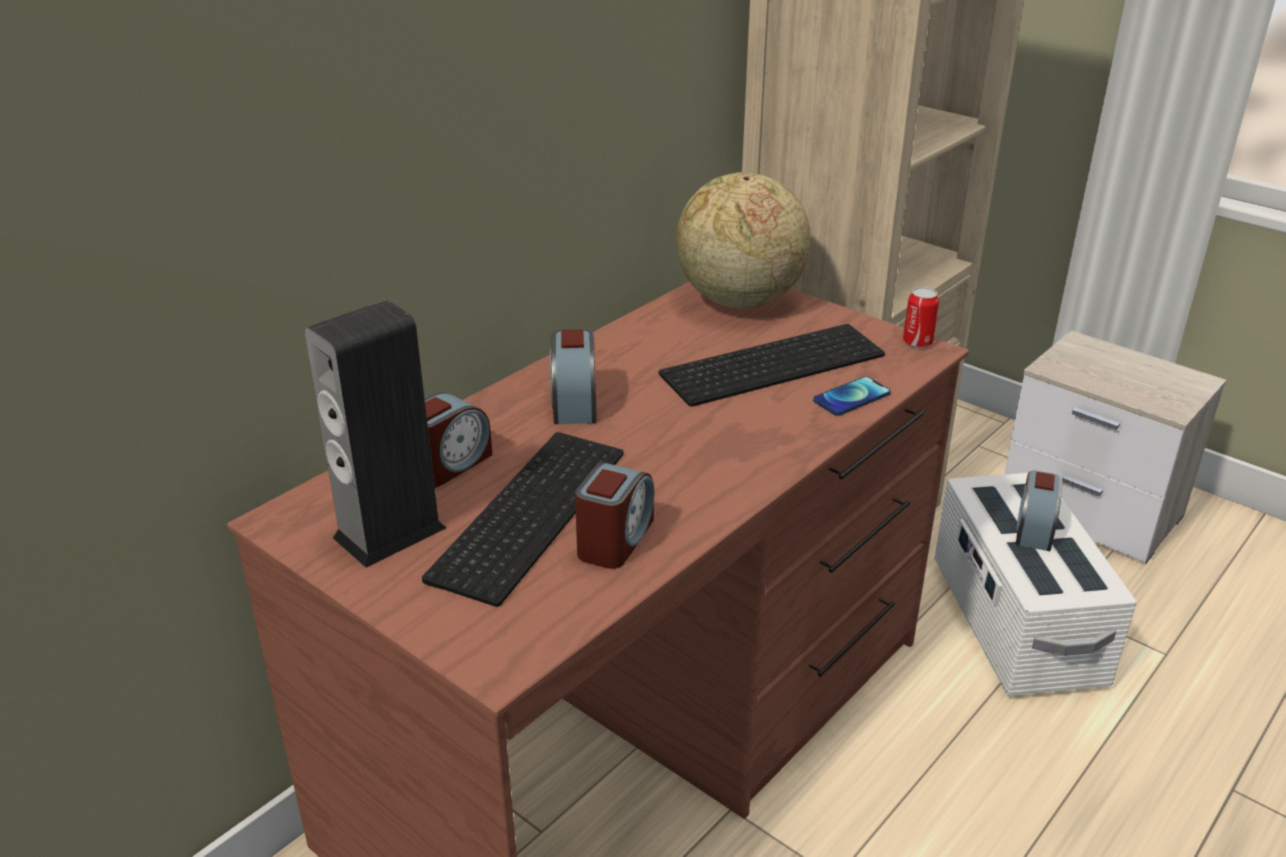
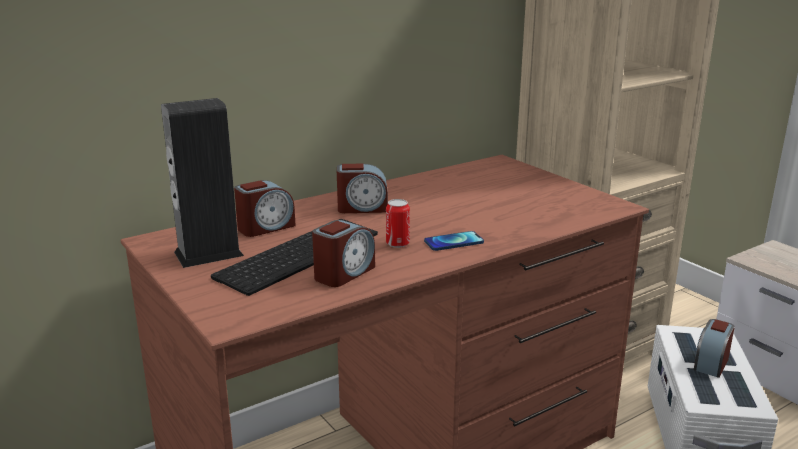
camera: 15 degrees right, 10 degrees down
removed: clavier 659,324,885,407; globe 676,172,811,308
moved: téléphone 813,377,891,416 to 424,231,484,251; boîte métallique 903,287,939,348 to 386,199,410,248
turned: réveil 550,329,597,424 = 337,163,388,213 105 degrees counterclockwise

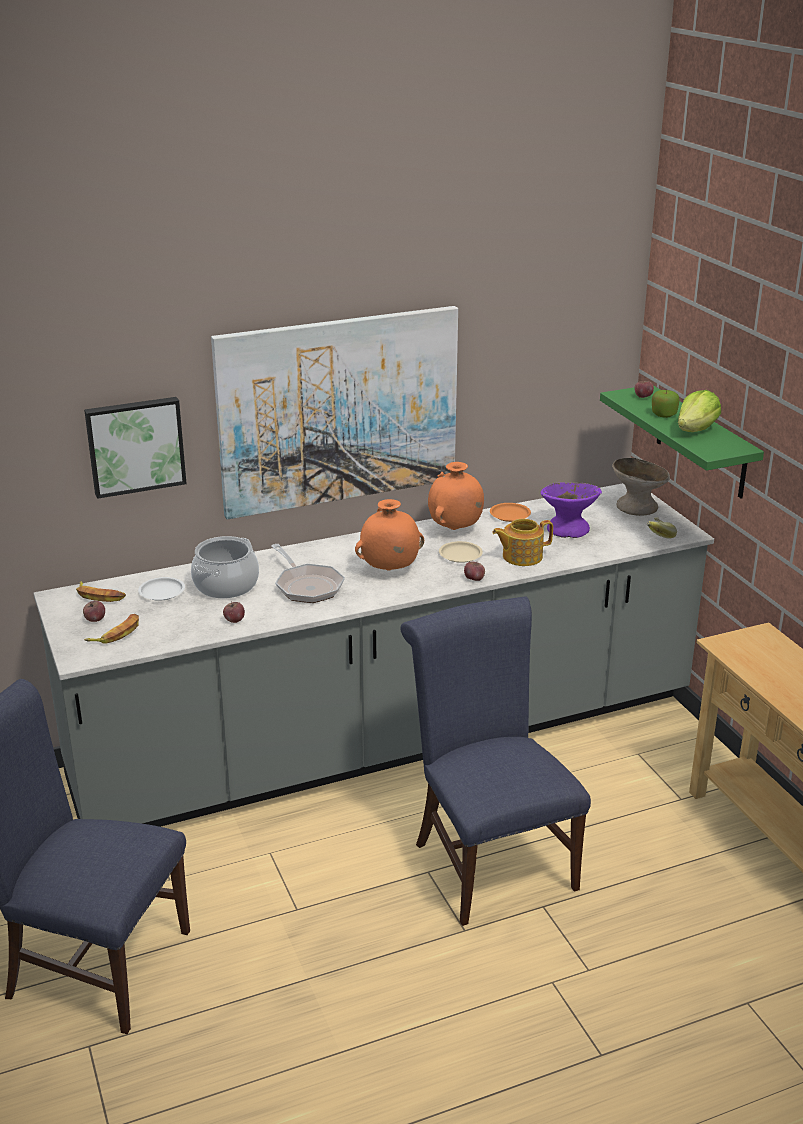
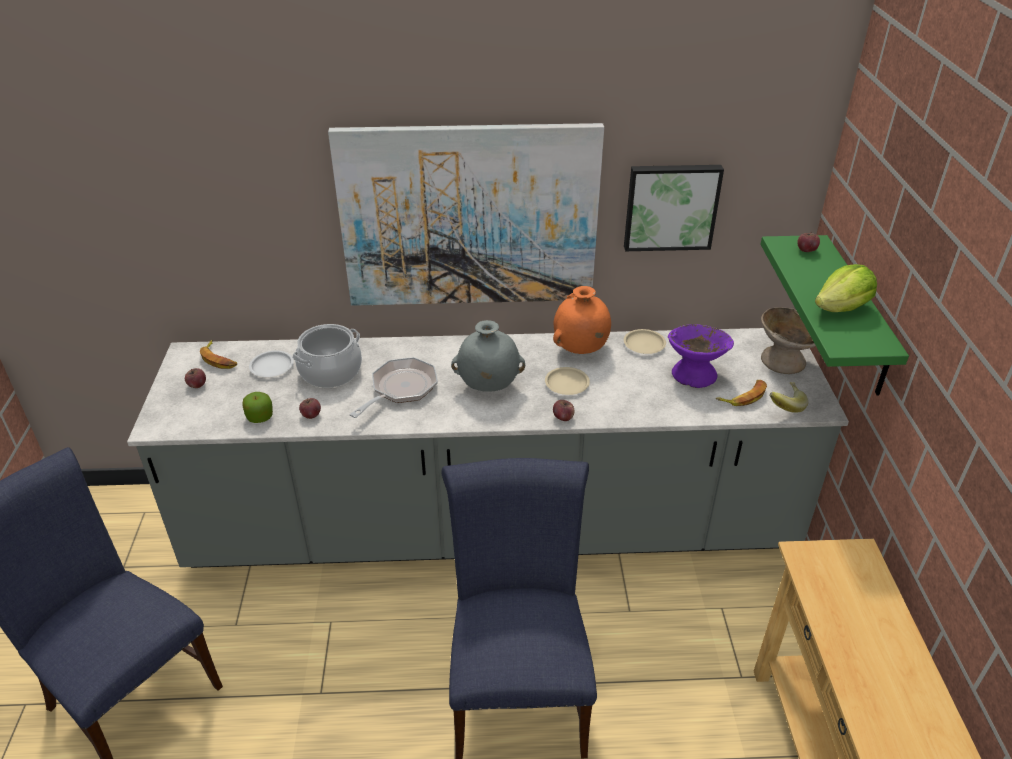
camera: 20 degrees right, 10 degrees up
removed: théière 492,519,553,566
moved: tableau 84,397,187,499 to 624,165,724,251; banane 84,614,139,644 to 716,380,767,406; pomme 652,390,680,418 to 242,392,273,423
recoloured: vase/orange 355,499,424,571 to vase/gris 451,320,525,392; assiette/orange 490,503,531,522 to assiette/beige 624,329,666,354
turned: poêle 271,544,345,603 = 349,357,438,418 135 degrees counterclockwise

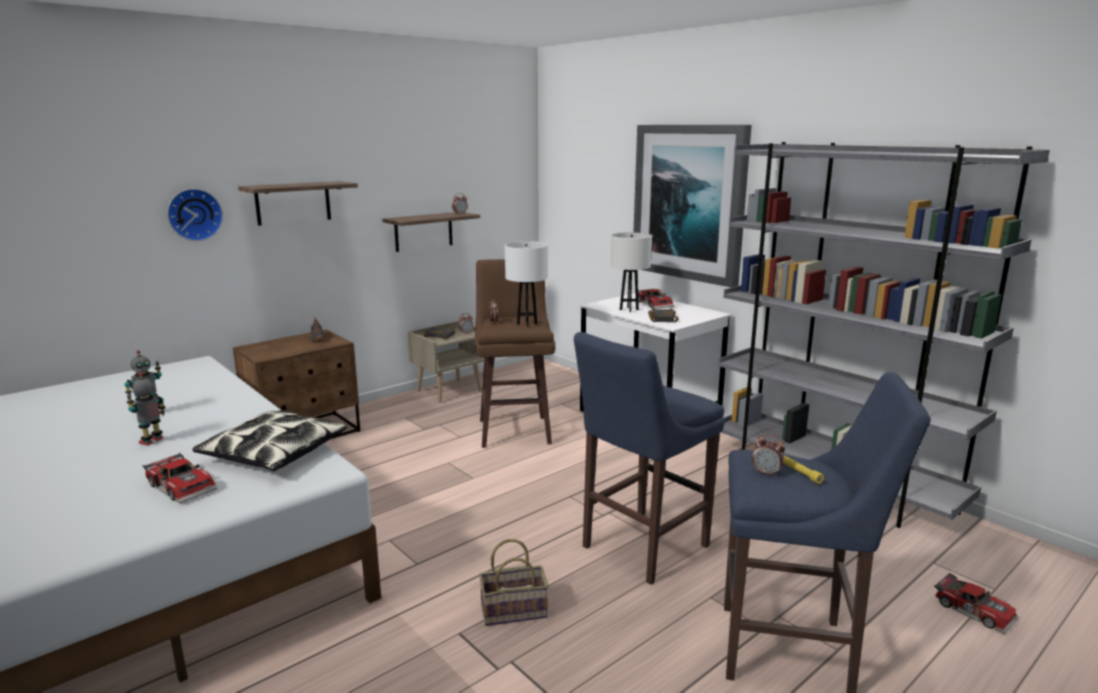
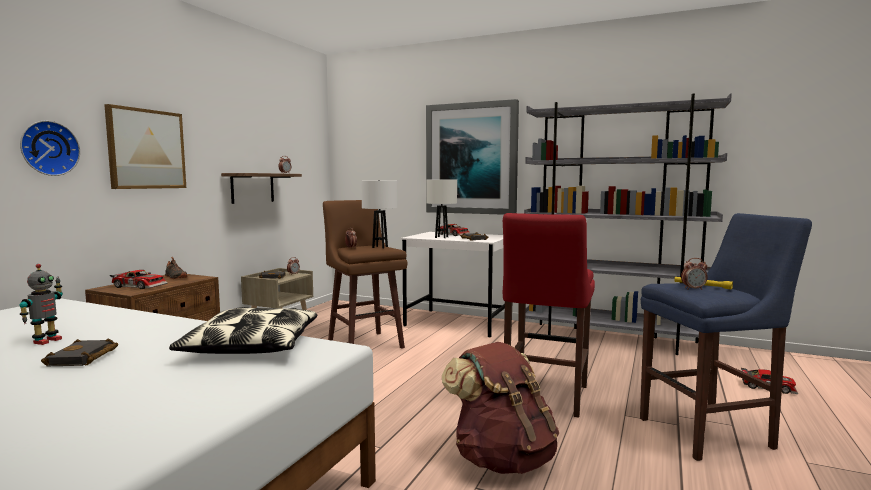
camera: 25 degrees left, 10 degrees down
moved: petite voiture 143,453,217,503 to 110,270,168,289
replaced: robot jouet 127,372,166,446 to livre/noir 41,339,118,366; étagère 238,181,358,226 to tableau 104,104,186,189; panier 479,539,549,626 to sac à dos/marron 442,342,559,474
recoloured: tabouret/bleu 574,332,725,585 to tabouret/rouge 503,213,595,418

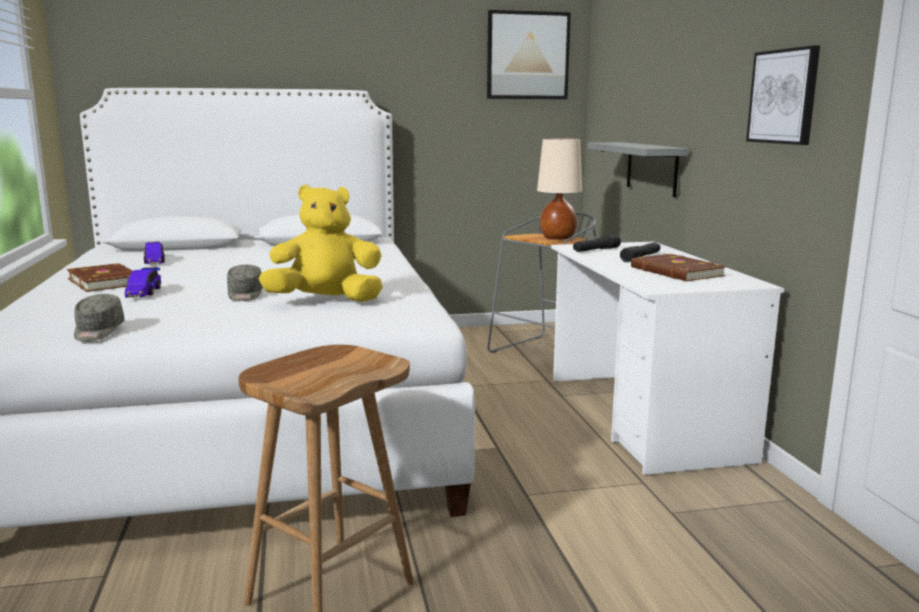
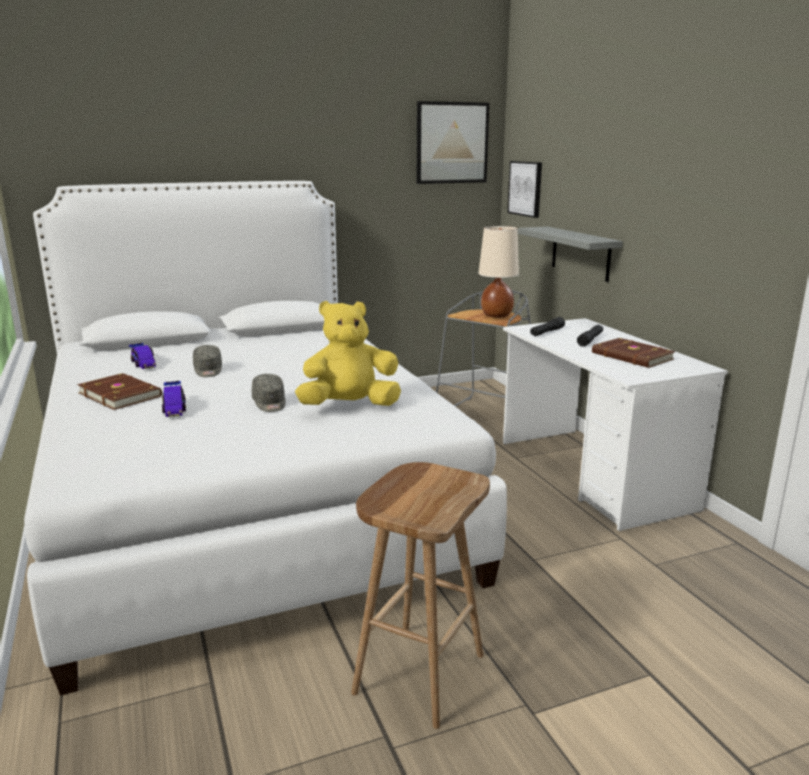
camera: 10 degrees left, 5 degrees up
moved: casquette/gris 74,294,124,341 to 193,345,222,377; tableau 746,45,820,145 to 507,161,542,218

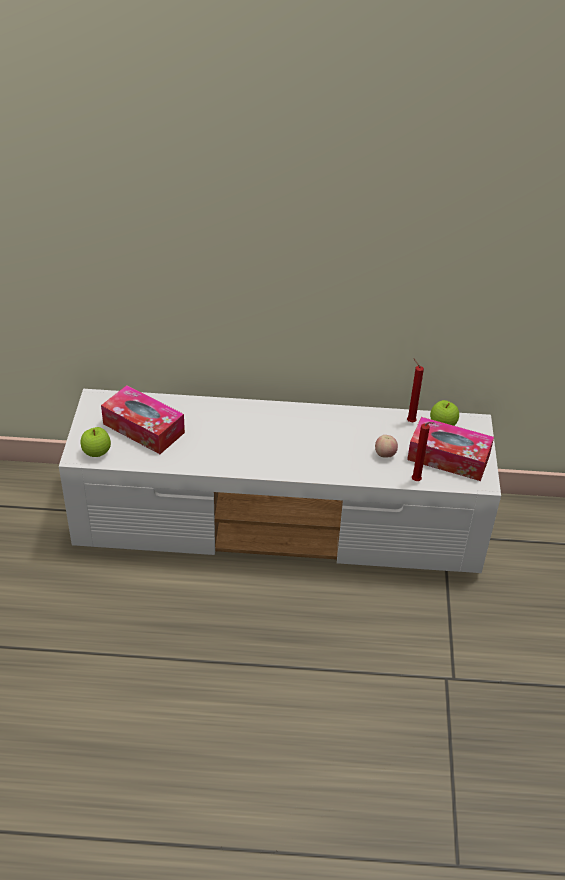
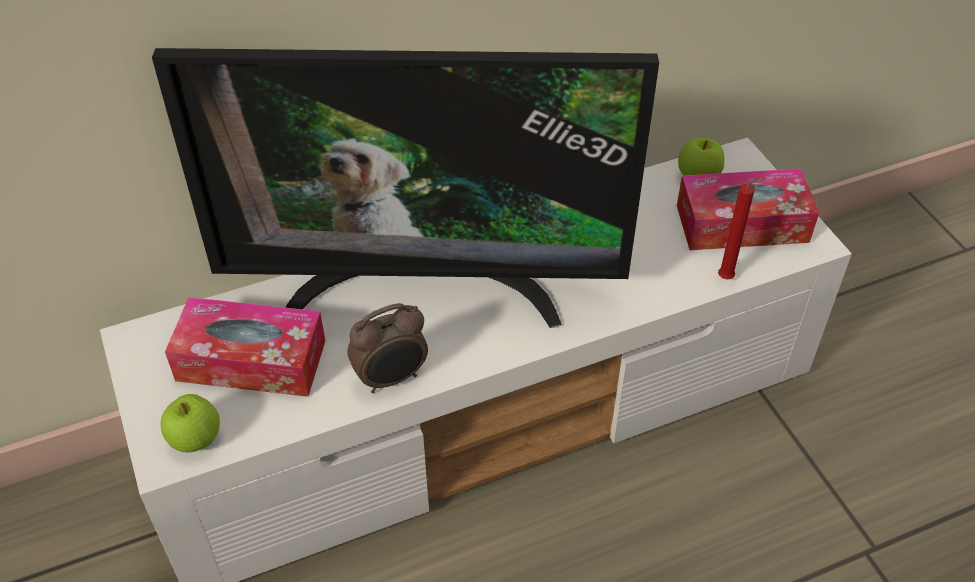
camera: 25 degrees left, 5 degrees up
removed: pomme 375,435,398,458; bougie/rouge 407,359,424,422
added: téléviseur 152,48,659,328; réveil 347,303,428,393

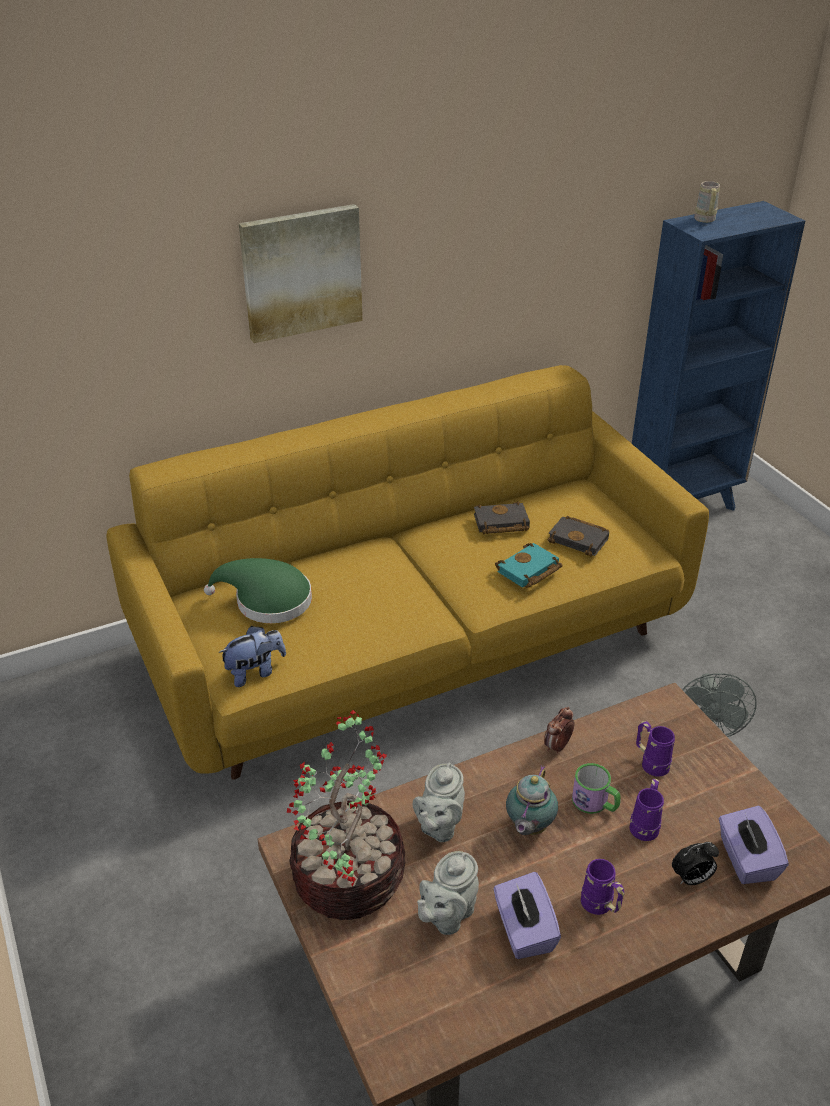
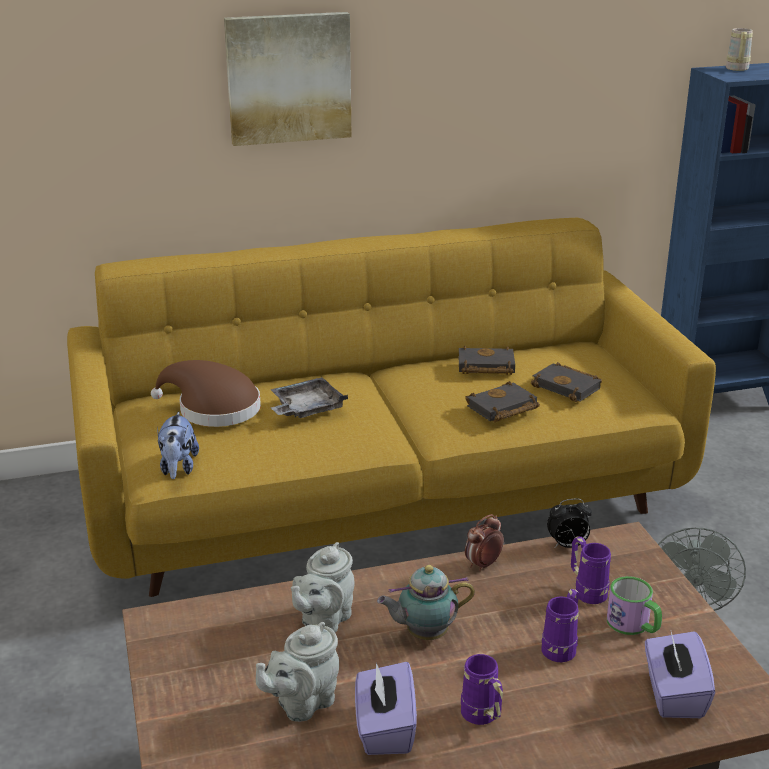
camera: 10 degrees right, 10 degrees down
removed: plante en pot 287,710,405,920
added: plateau/gris 270,377,348,418
moved: mug 572,763,621,814 to 607,576,662,635; réveil 672,842,719,885 to 547,499,592,548
recoloured: chapeau/vert 204,558,312,623 to chapeau/marron 151,360,261,427; livre/turquoise 495,543,562,588 to livre/noir 465,381,540,422
turned: peluche 218,626,286,687 = 157,411,199,479 105 degrees clockwise; théière 506,765,558,835 = 377,565,475,640 45 degrees clockwise

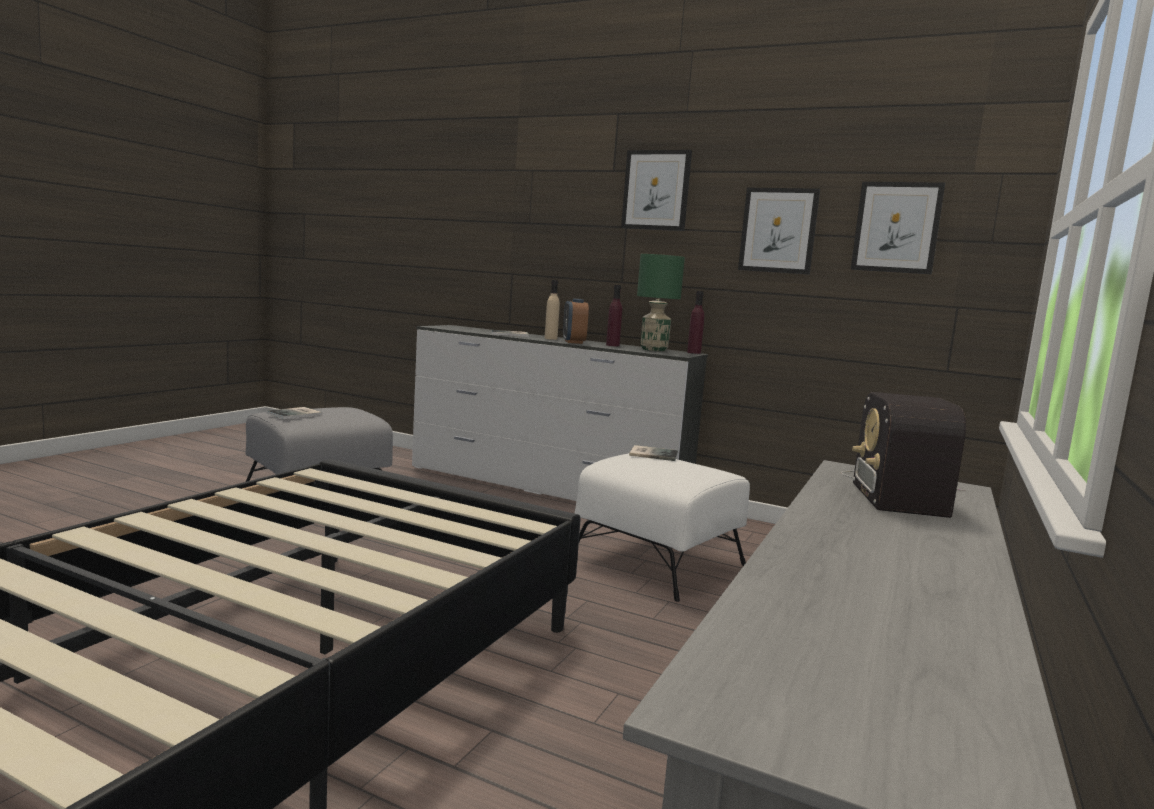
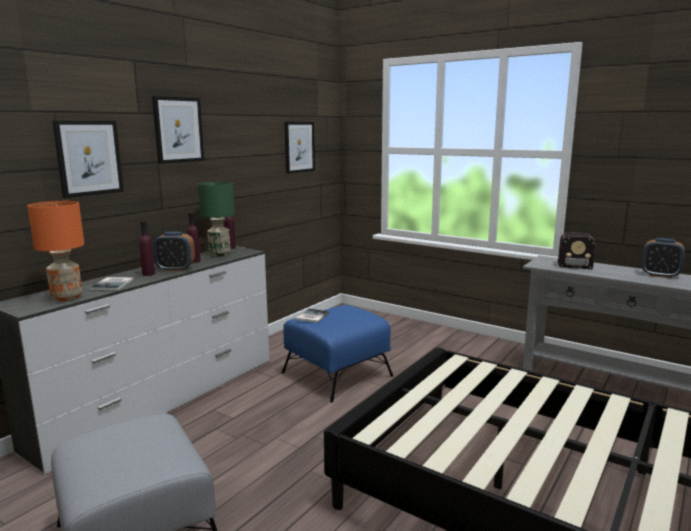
camera: 80 degrees left, 5 degrees up
removed: livre 266,407,322,419
added: lampe de table/orange 27,201,84,301; réveil 641,238,685,278
moved: tableau 738,188,820,274 to 53,121,124,198
recoloured: bouteille/beige 545,280,560,340 to bouteille/violet 139,221,155,276; pouf/blanc 574,453,750,602 to pouf/bleu 282,305,393,403

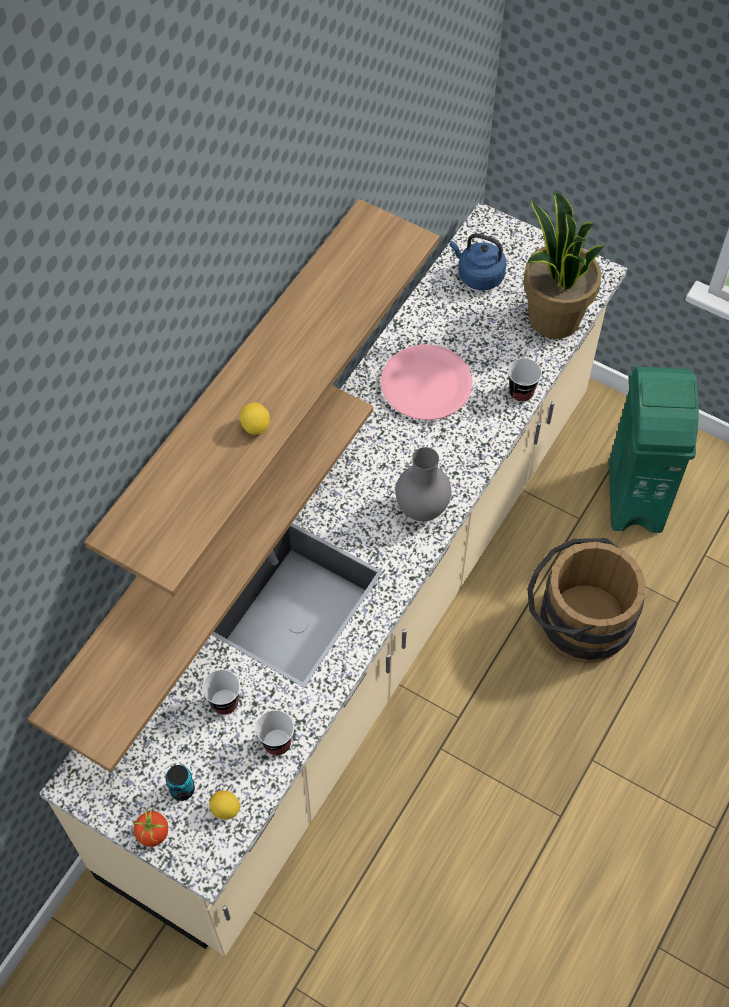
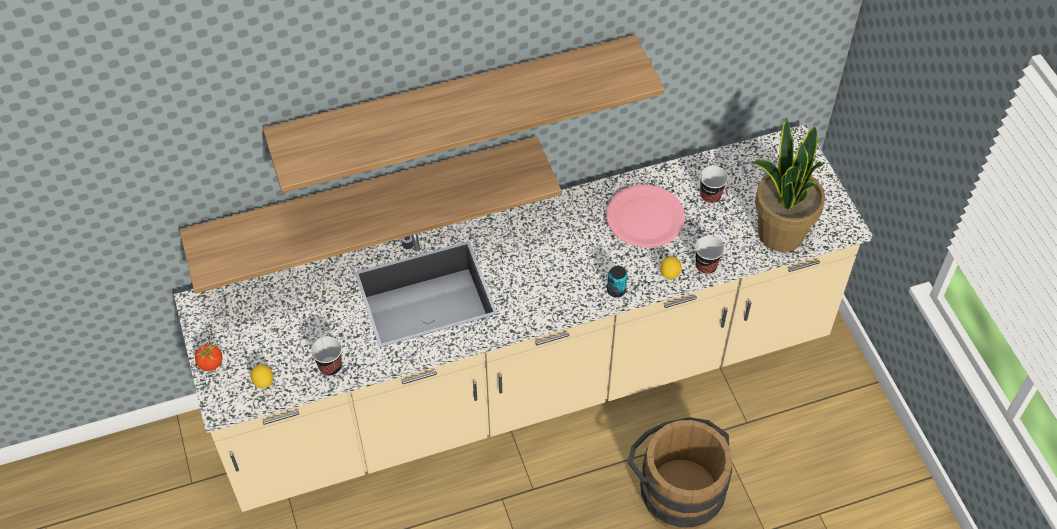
camera: 40 degrees right, 5 degrees down
removed: vase/gris 395,447,451,521; bouilloire/bleu 450,233,507,290; poubelle/vert 609,366,699,533
moved: boîte métallique 166,765,195,801 to 607,266,628,298; tasse 202,669,240,715 to 700,166,728,204; citron 240,402,270,435 to 660,257,682,280

